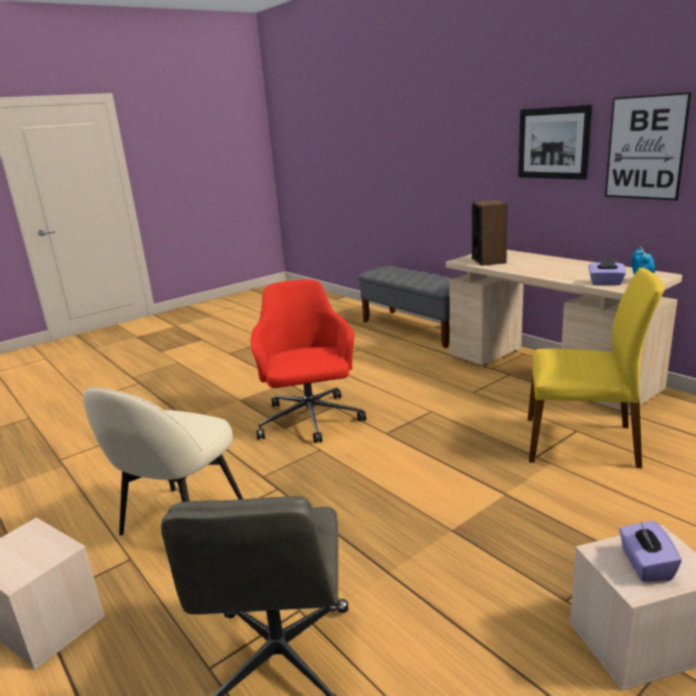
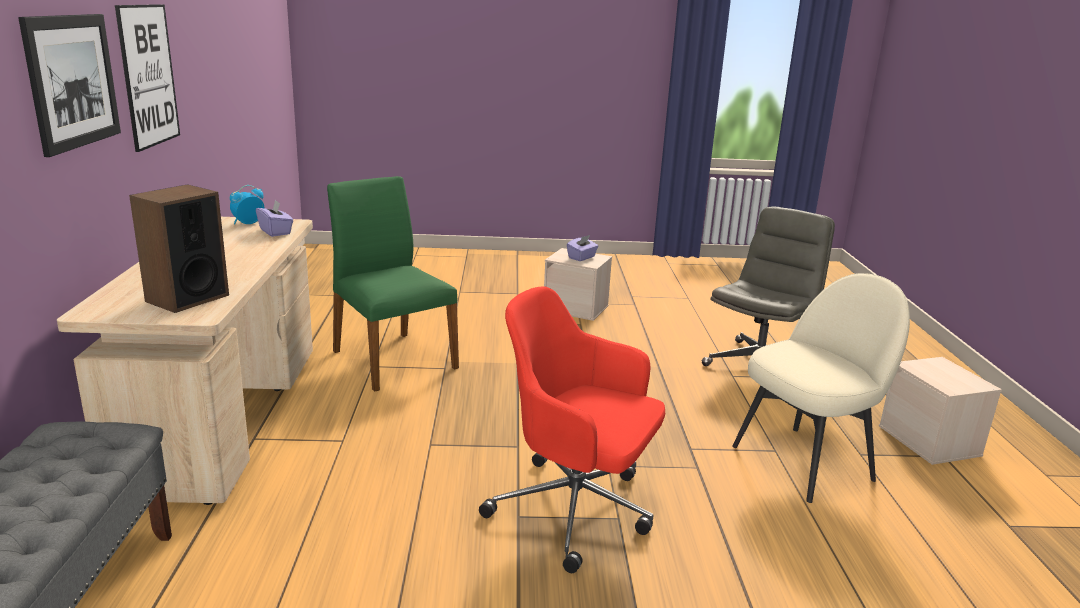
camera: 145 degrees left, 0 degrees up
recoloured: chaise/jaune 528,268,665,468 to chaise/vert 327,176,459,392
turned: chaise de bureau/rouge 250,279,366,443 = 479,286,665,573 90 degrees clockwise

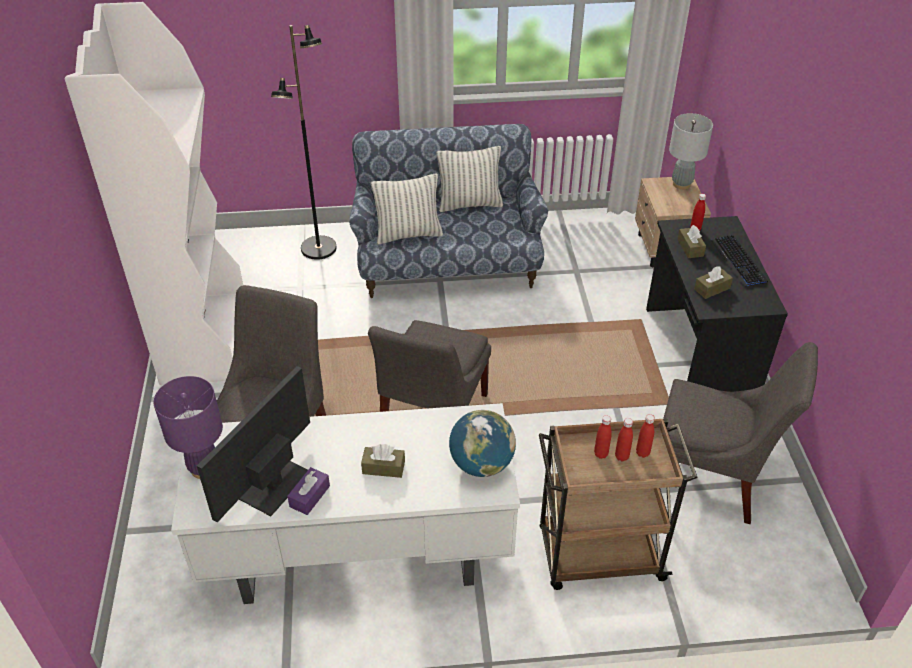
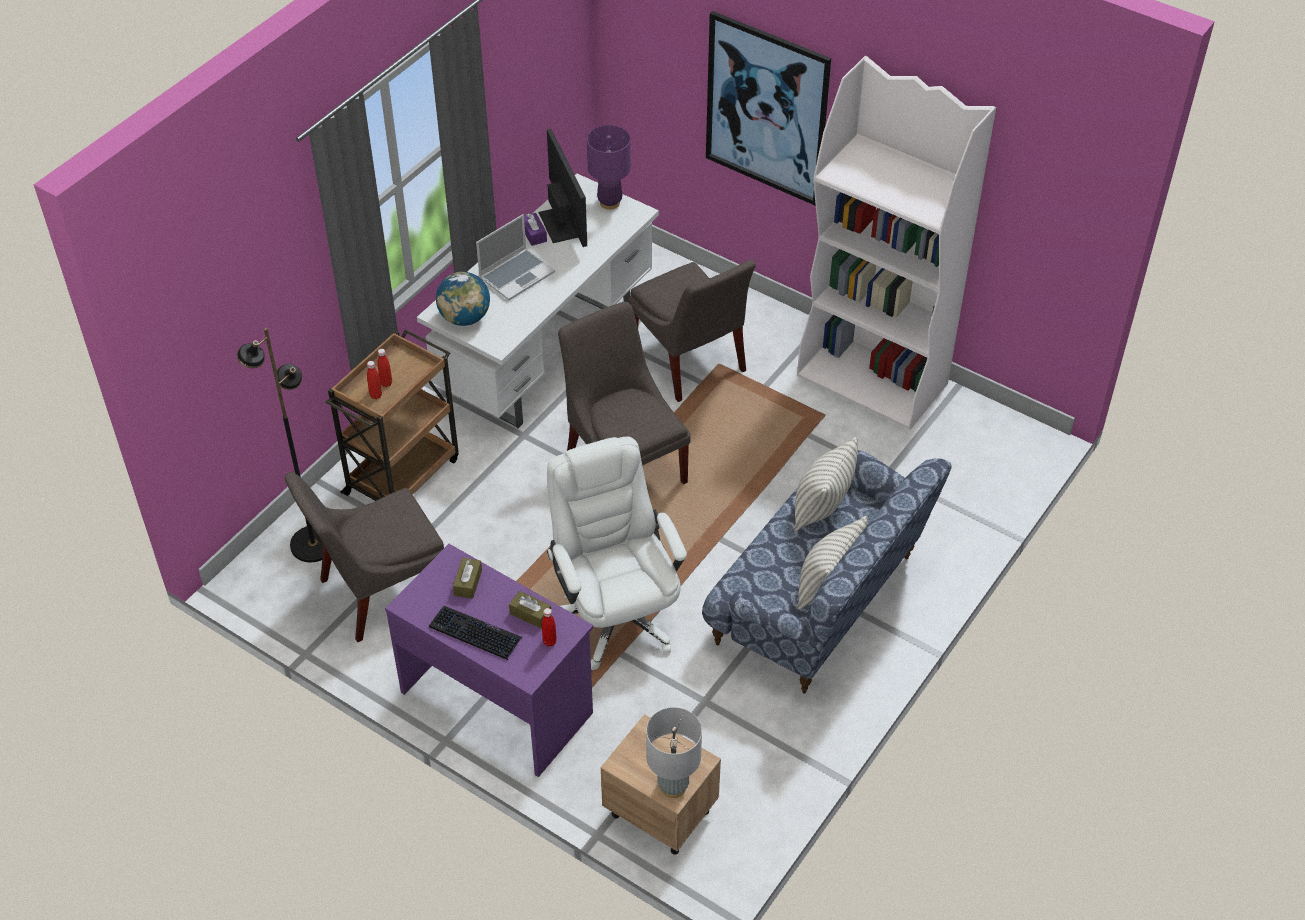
camera: 130 degrees right, 5 degrees up
removed: bouteille/rouge 594,415,612,459
added: chaise de bureau/blanc 547,437,687,670; tableau 706,11,831,206
moved: lampadaire/noir 271,25,337,260 to 237,328,323,562
replaced: boîte à mouchoirs/marron 361,444,405,478 to ordinateur portable 476,214,555,300
recoloured: bureau/noir 646,216,788,392 to bureau/violet 385,544,593,777

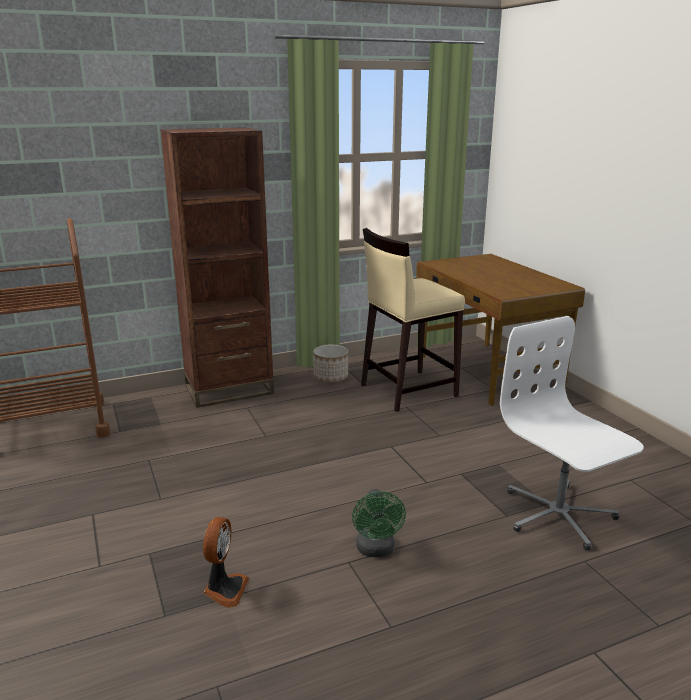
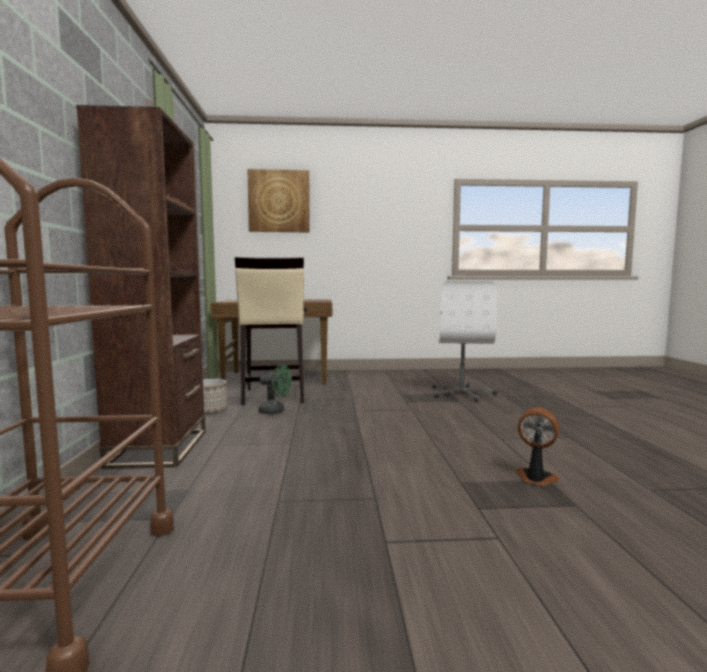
camera: 70 degrees left, 15 degrees down
added: tableau 247,169,310,233
moved: ventilateur/vert 352,489,406,557 to 259,364,292,414
turned: chaise de bureau/blanc 500,316,644,551 = 432,281,497,402 75 degrees counterclockwise

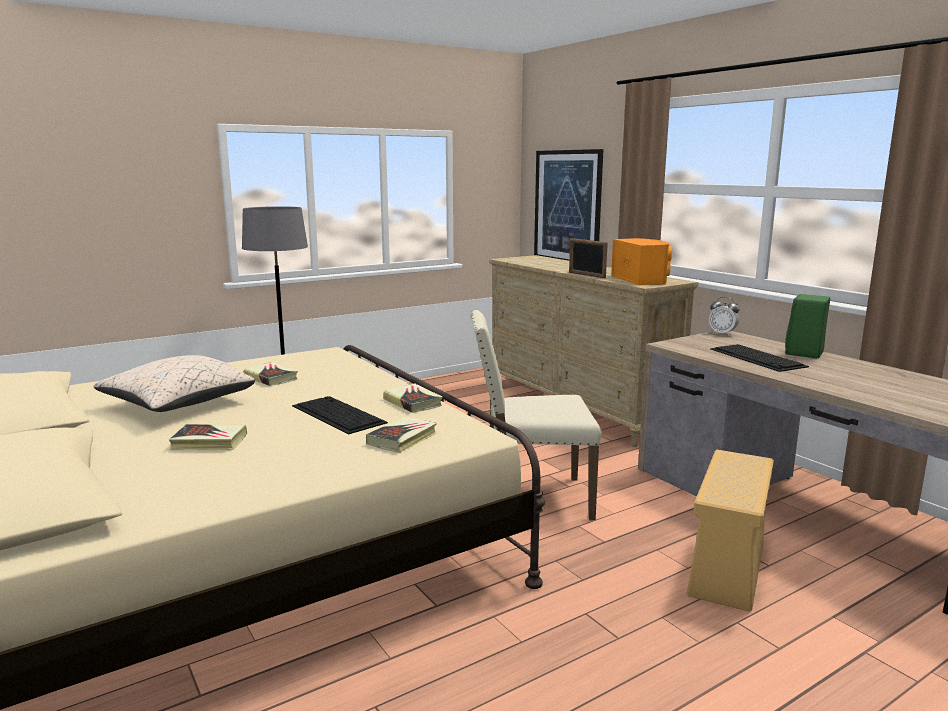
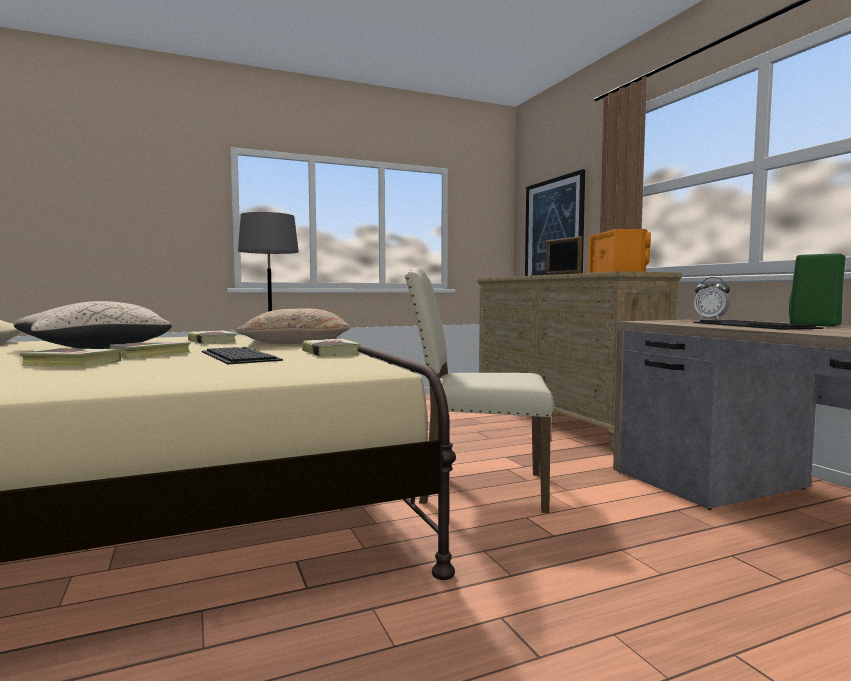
camera: 10 degrees right, 10 degrees down
removed: boîte de rangement/beige 687,450,774,612
added: coussin/beige 236,309,350,344
moved: livre 366,417,437,453 to 109,340,191,359

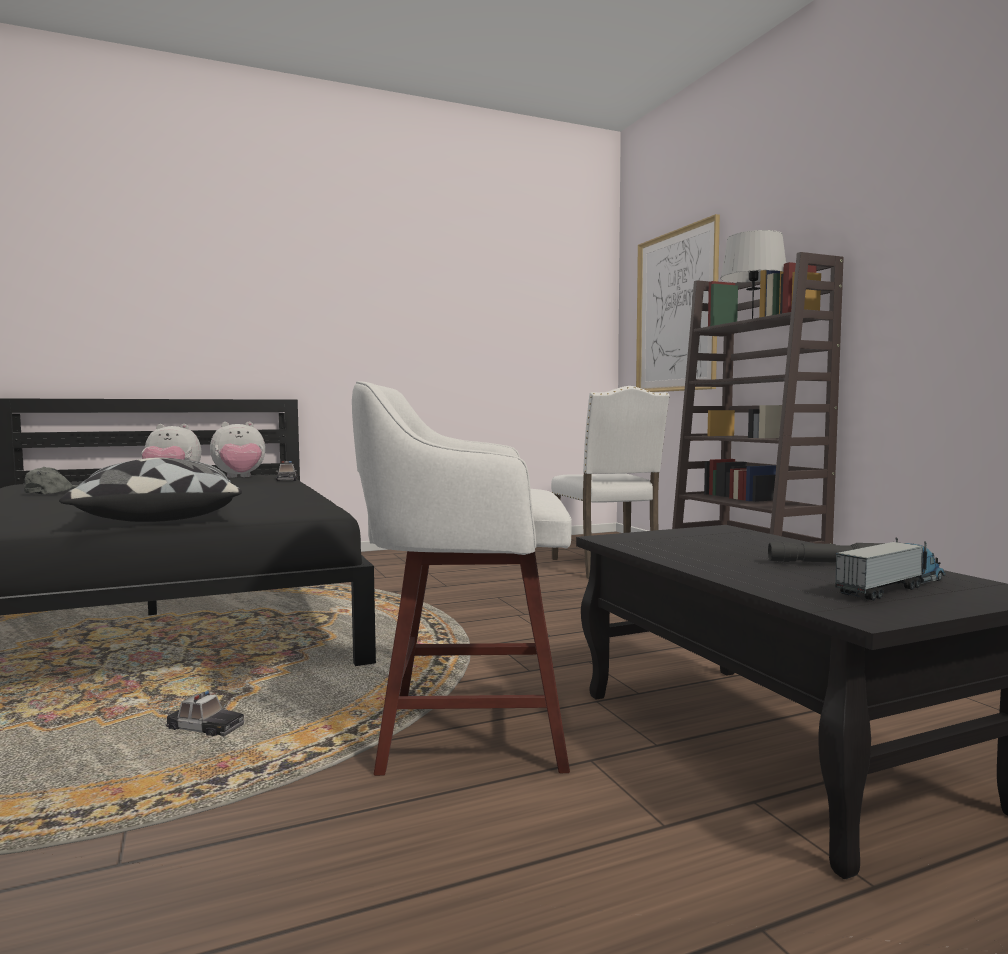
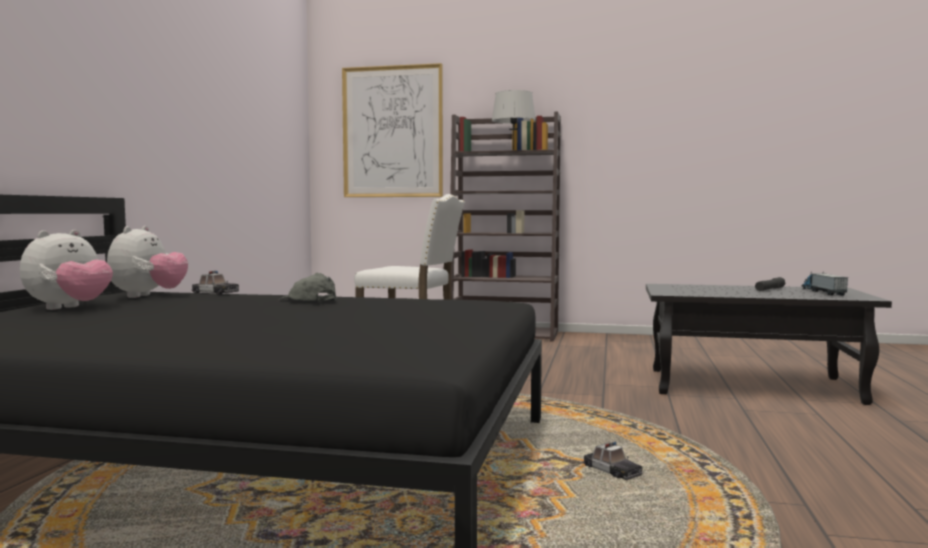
camera: 55 degrees left, 0 degrees up
removed: coussin 59,457,242,522; tabouret/blanc 352,381,572,776
moved: casquette/gris 24,467,77,494 to 280,273,337,301
turned: petite voiture 166,690,244,736 = 583,442,643,481 90 degrees clockwise

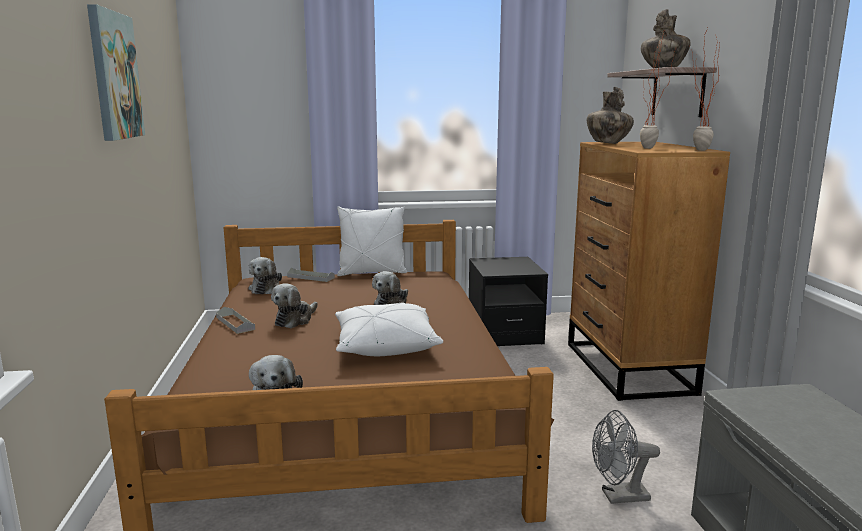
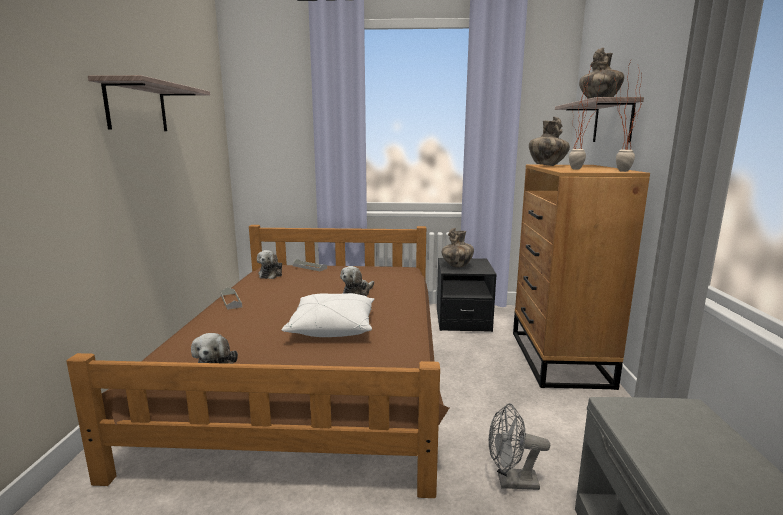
camera: 10 degrees right, 0 degrees up
removed: peluche 271,283,318,328; coussin/blanc 337,207,407,276
added: vase 442,228,474,267
replaced: tableau 87,4,145,141 to étagère 88,75,210,131

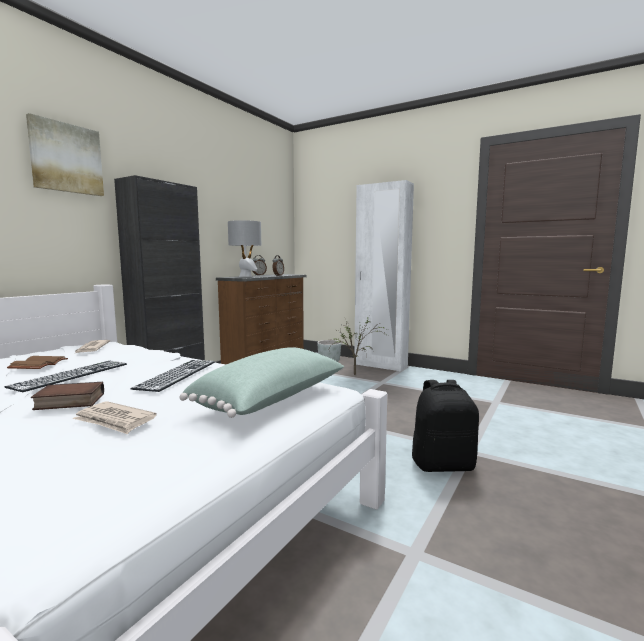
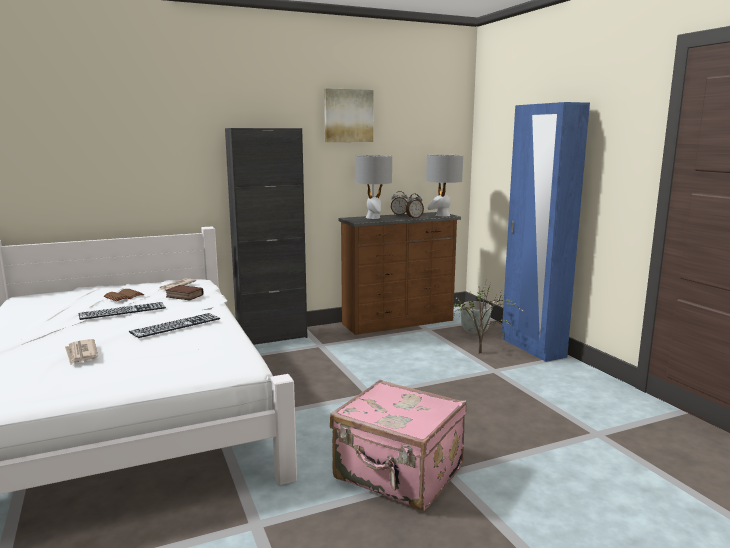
camera: 35 degrees right, 5 degrees up
removed: coussin/vert 179,347,344,418
added: lampe de table/gris 426,155,463,216
moved: tableau 26,113,104,196 to 324,88,373,142; livre 31,382,104,410 to 165,285,203,300
replaced: sac à dos/noir 412,380,479,472 to valise/rose 330,380,467,511
recoloured: armoire/blanc 354,180,414,371 to armoire/bleu 502,102,590,362

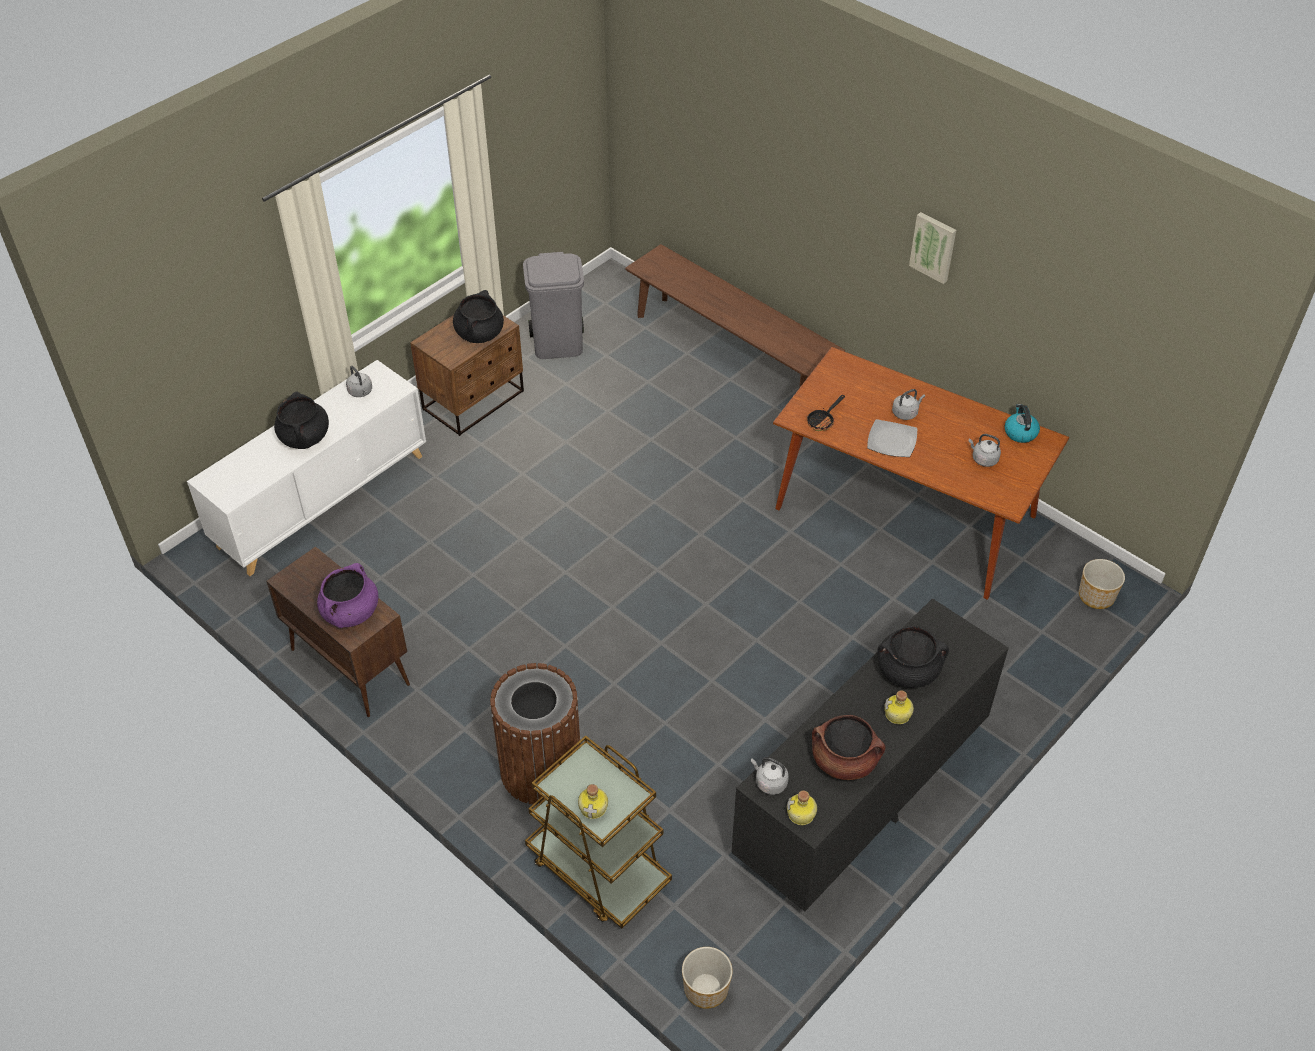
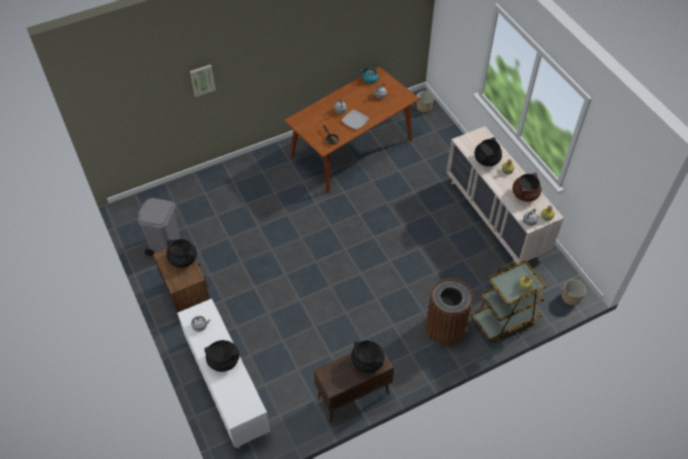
camera: 70 degrees left, 5 degrees up
removed: banc/marron 625,244,845,388
moved: tableau 909,212,956,284 to 190,64,216,97
recoloured: marmite/violet 317,563,379,628 to marmite/noir 351,341,384,373; commode/noir 731,598,1008,911 to commode/beige 446,126,564,265

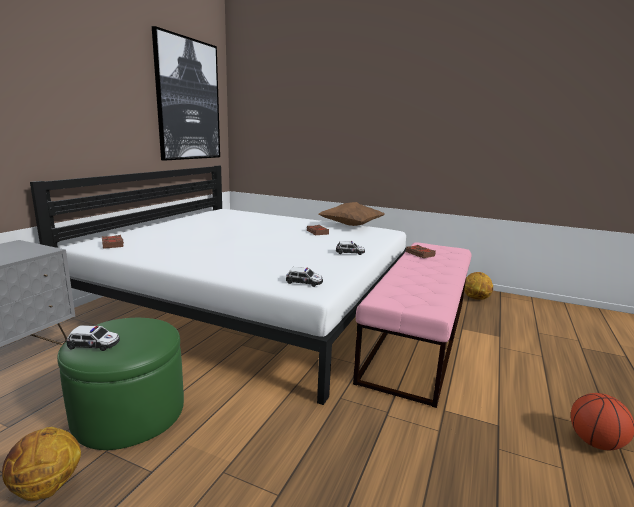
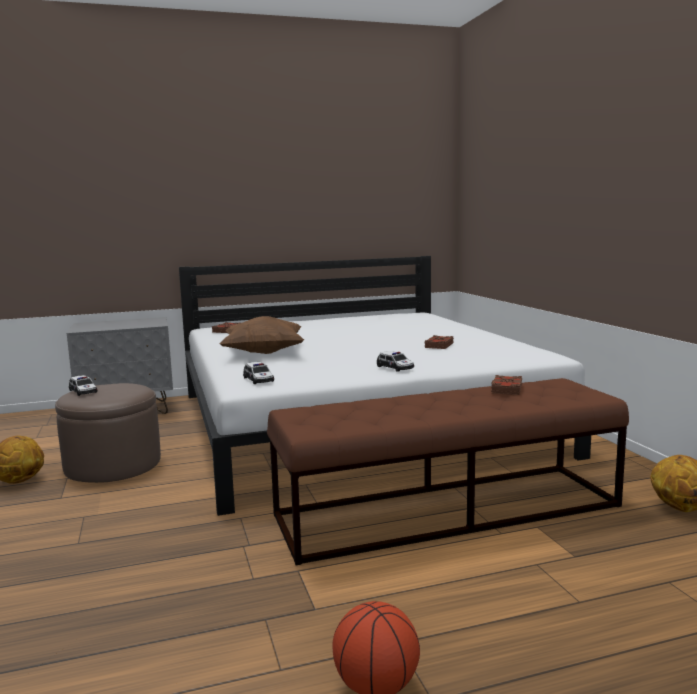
camera: 50 degrees right, 5 degrees down
removed: tableau 152,26,220,161
moved: coussin/marron 318,202,385,226 to 220,316,304,354
recoloured: pouf/vert 57,318,184,450 to pouf/marron 55,383,161,483; banc/rose 353,242,472,408 to banc/marron 267,378,629,565

